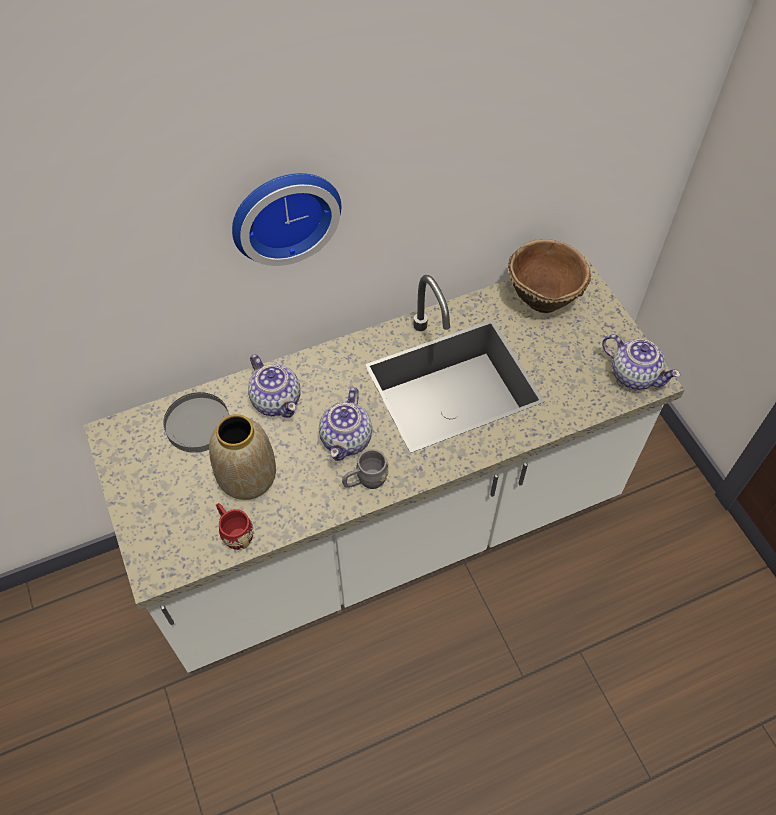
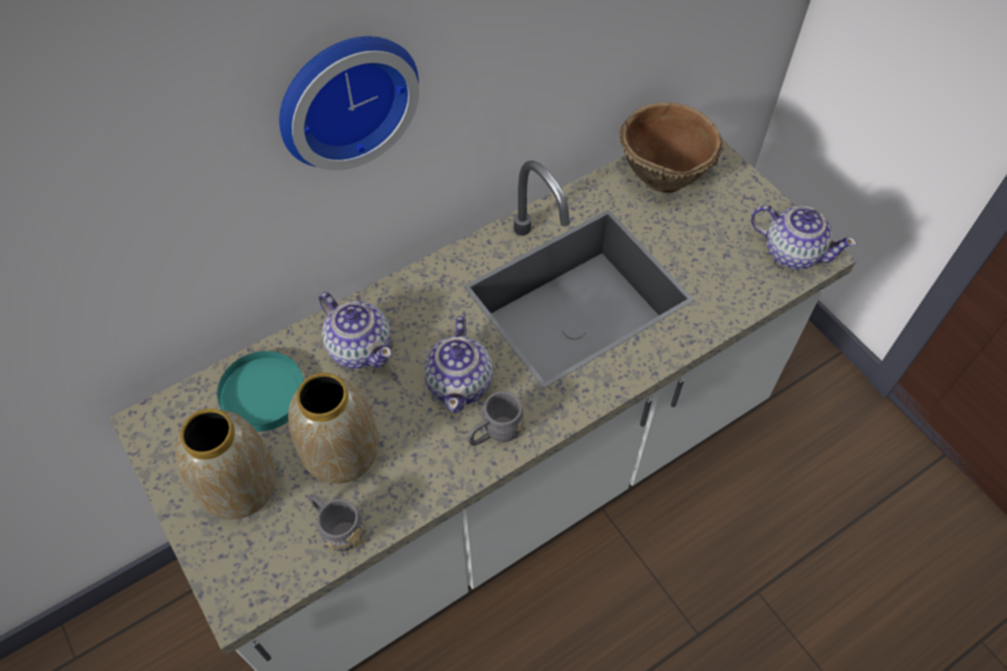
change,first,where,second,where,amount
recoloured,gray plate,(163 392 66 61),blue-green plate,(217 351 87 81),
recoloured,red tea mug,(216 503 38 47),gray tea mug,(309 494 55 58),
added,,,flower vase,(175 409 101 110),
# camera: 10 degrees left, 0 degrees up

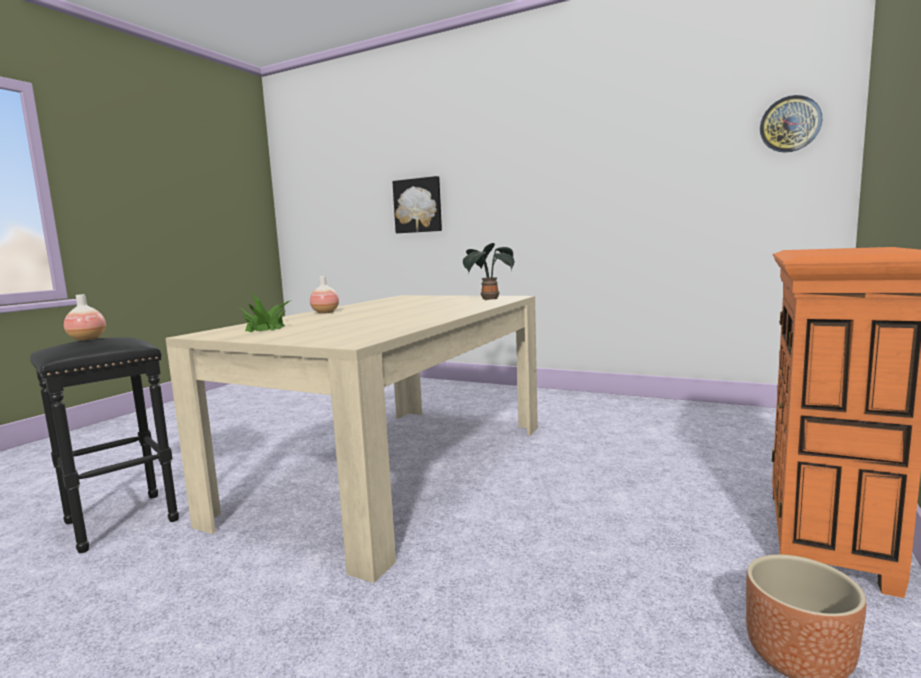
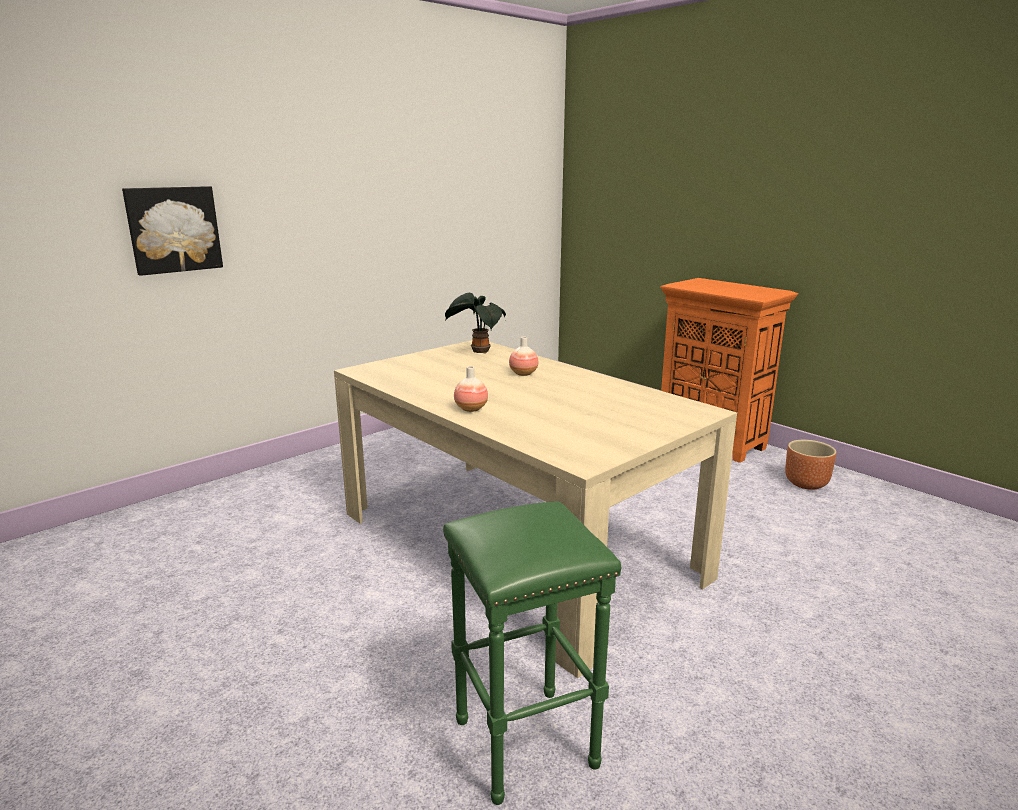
change,first,where,second,where,amount
recoloured,black-coloured stool seat,(30 337 149 216),greenish stool seat,(443 501 178 304),
moved,flower vase,(64 294 42 47),,(509 337 29 39),
removed,houseplant,(239 293 51 39),,,
removed,hanging clock,(760 95 62 57),,,
# camera: 70 degrees left, 10 degrees up

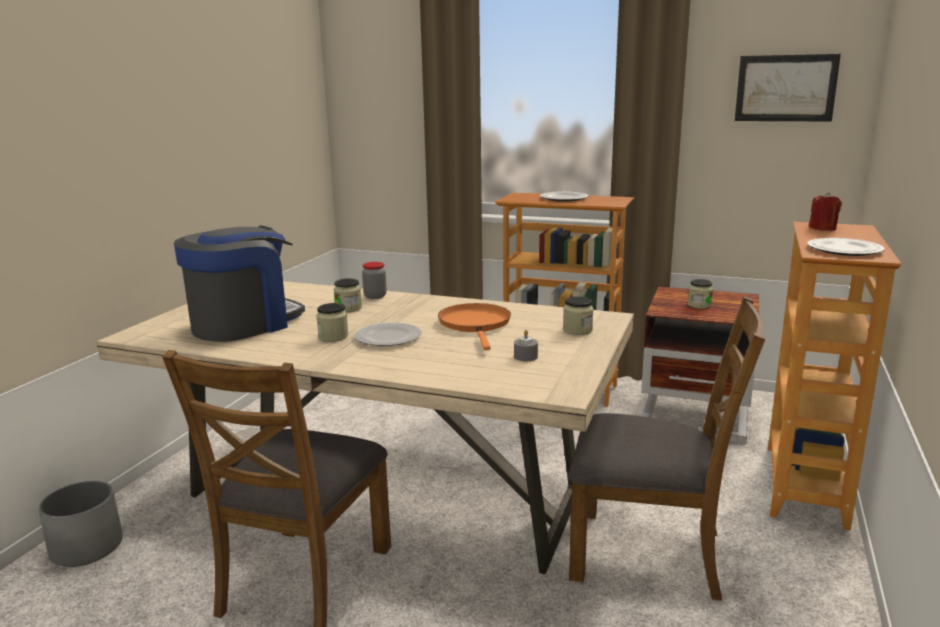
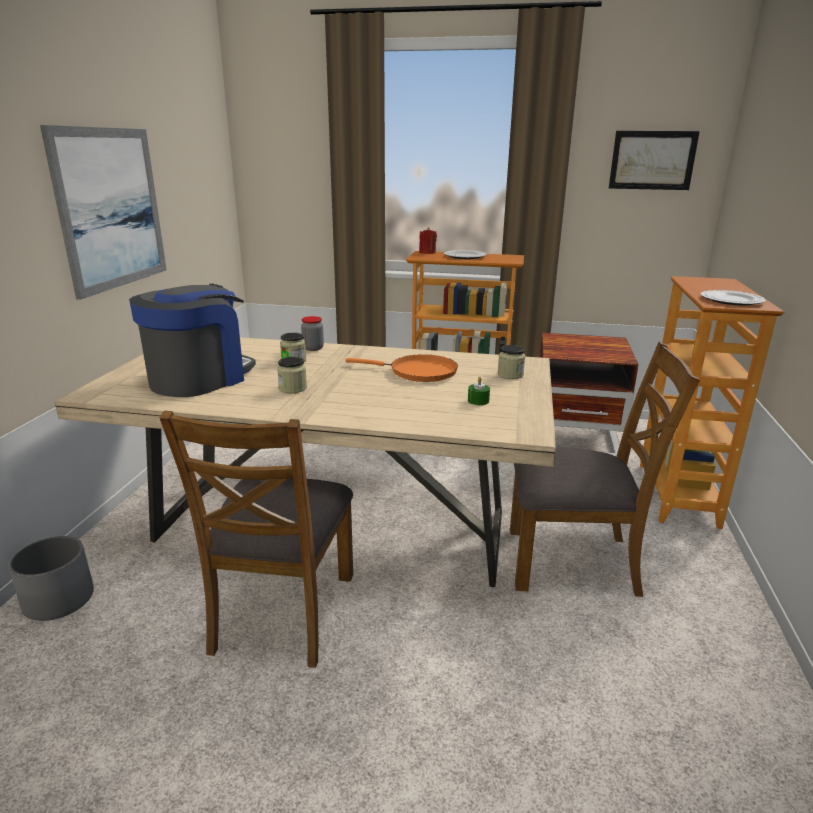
change,first,where,second,where,amount
removed,plate,(355 322 67 24),,,
turned,orange-coloured pan,(438 303 73 47),,(346 354 112 28),120 degrees clockwise
recoloured,gray wax candle,(514 330 24 31),greenish wax candle,(468 377 22 28),
removed,storage jar,(688 279 25 30),,,
moved,red wax candle,(809 192 33 39),,(419 227 18 27),
added,,,picture,(40 125 127 175),
# camera: 10 degrees left, 5 degrees up

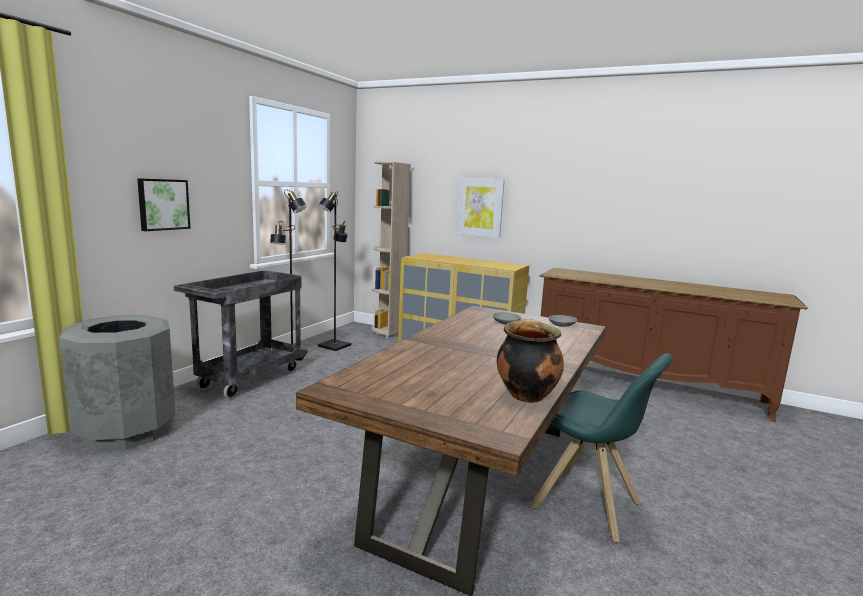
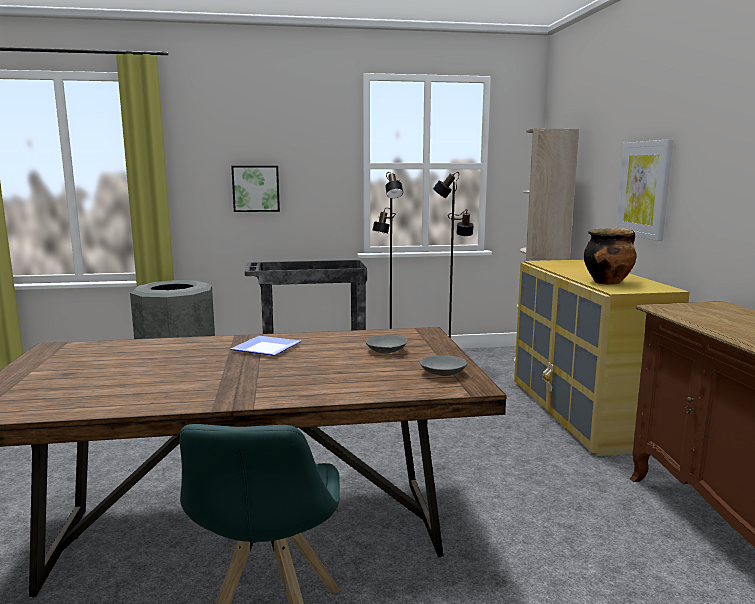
change,first,where,second,where,amount
moved,cooking pot,(497 318 67 85),,(584 228 52 57),
added,,,plate,(231 336 70 20),
# camera: 55 degrees right, 0 degrees up

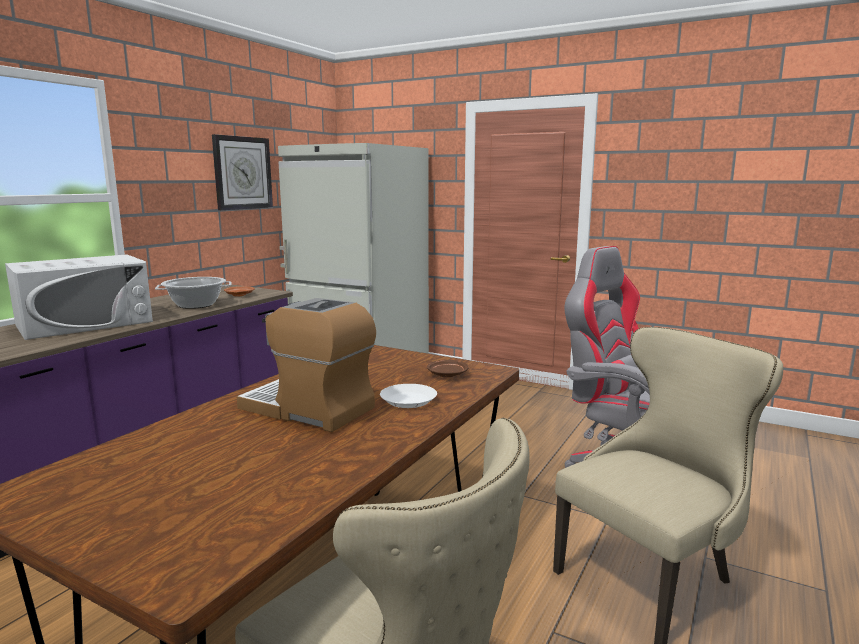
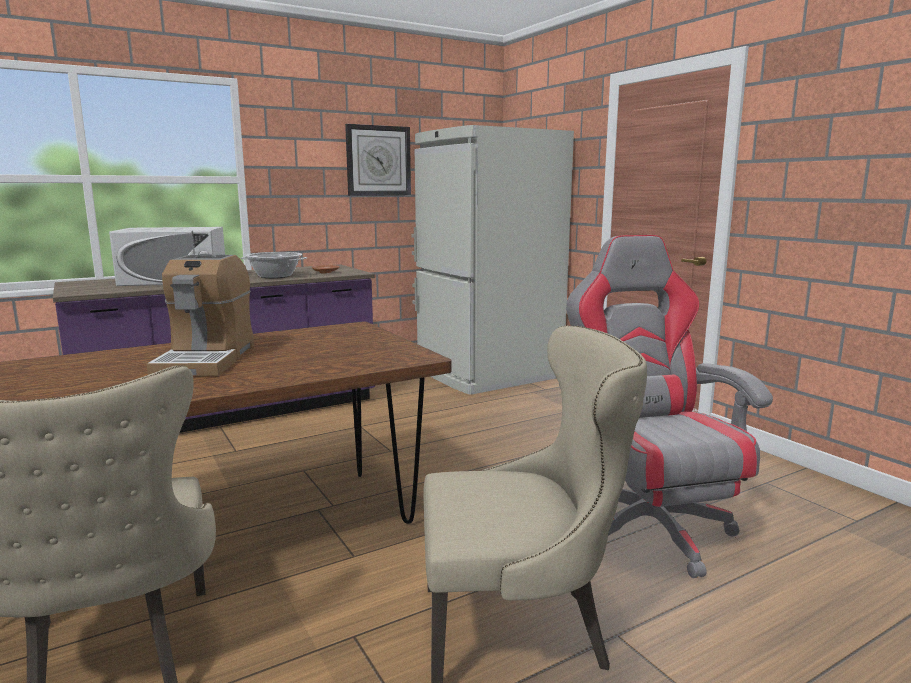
change,first,where,second,where,amount
turned,coffee brewer,(237 298 139 134),,(146 254 108 122),150 degrees counterclockwise
removed,white plate,(380 384 57 24),,,
removed,brown-coloured plate,(427 360 42 17),,,
# camera: 30 degrees right, 0 degrees up

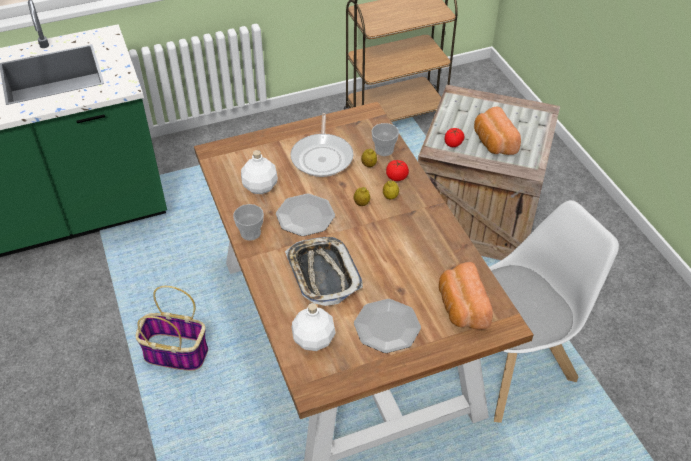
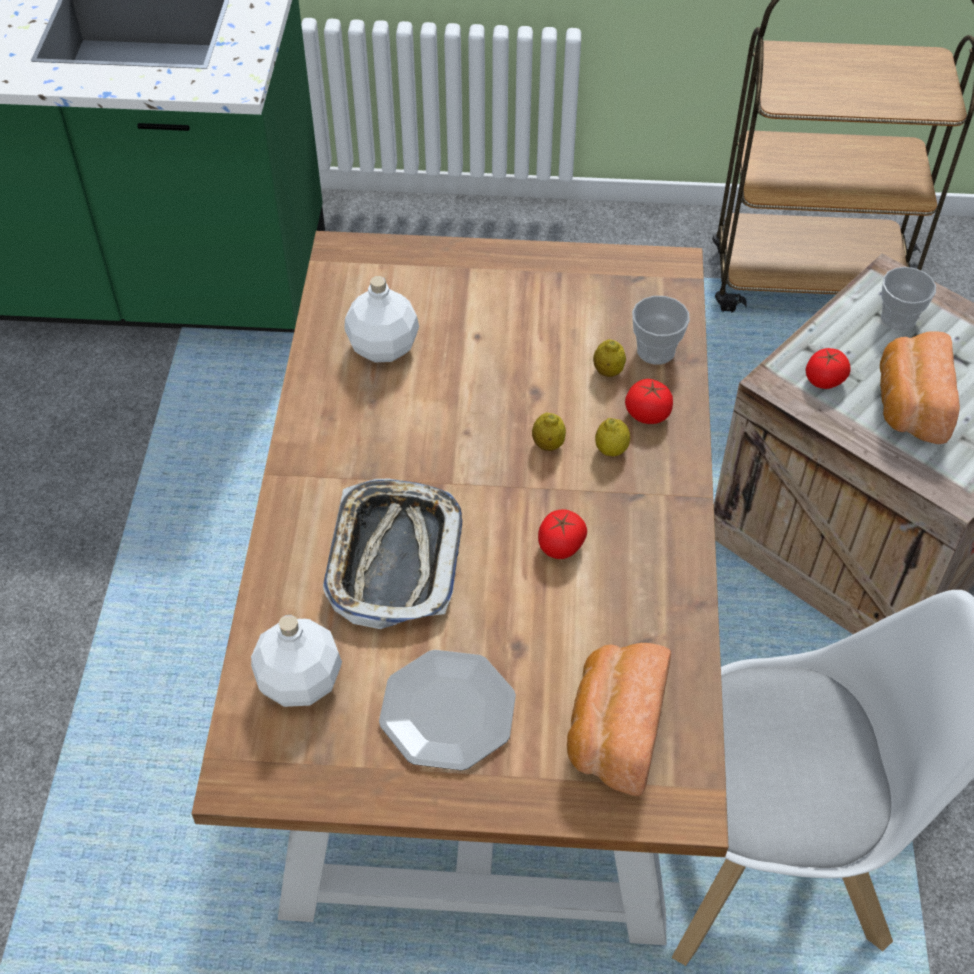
change,first,where,second,where,amount
removed,household basket,(136 286 72 85),,,
moved,small cup,(233 204 31 37),,(881 267 55 64),
removed,plate,(276 194 59 42),,,
removed,pan,(290 113 64 64),,,
added,,,tomato,(538 509 49 50),
# camera: 25 degrees right, 5 degrees up

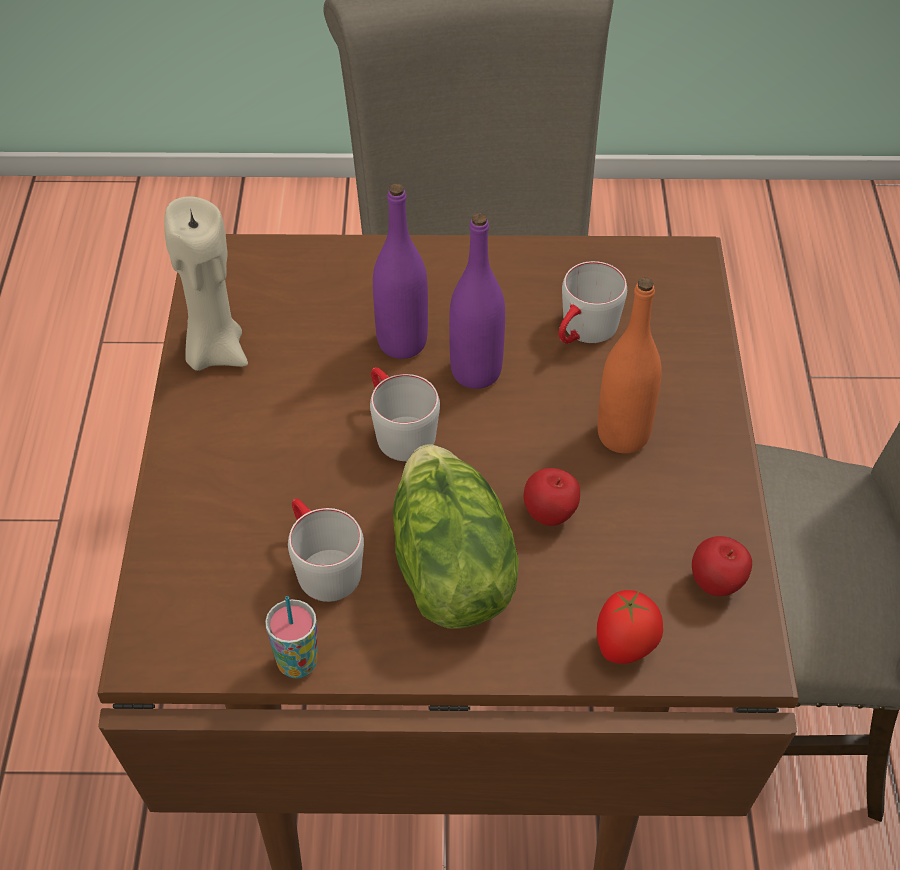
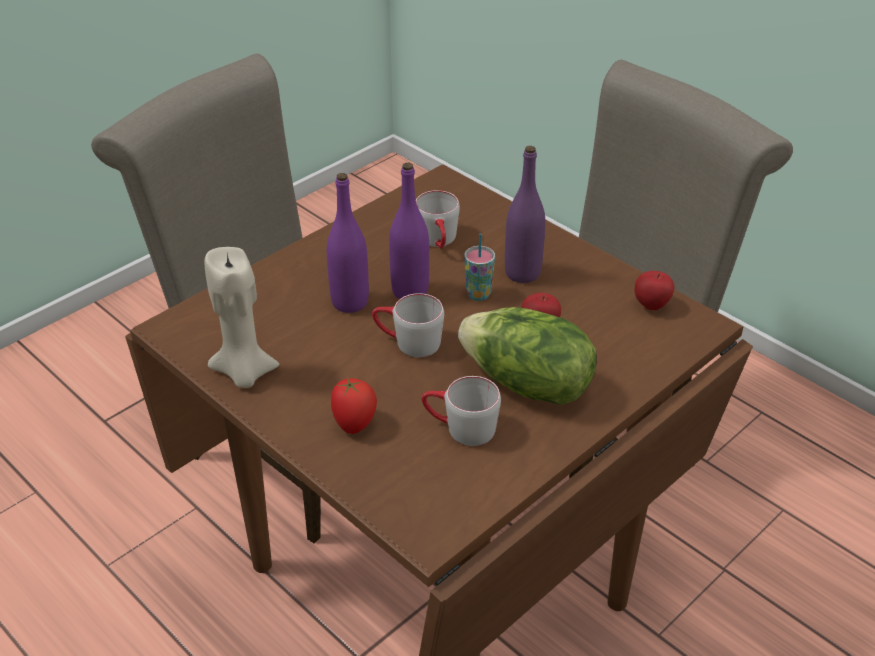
change,first,where,second,where,amount
moved,small cup,(265 596 53 83),,(464 234 31 67),
recoloured,orange-coloured beverage bottle,(597 277 65 177),purple beverage bottle,(505 146 40 137),
moved,tomato,(597 590 66 74),,(331 377 46 57),
# camera: 45 degrees left, 10 degrees down

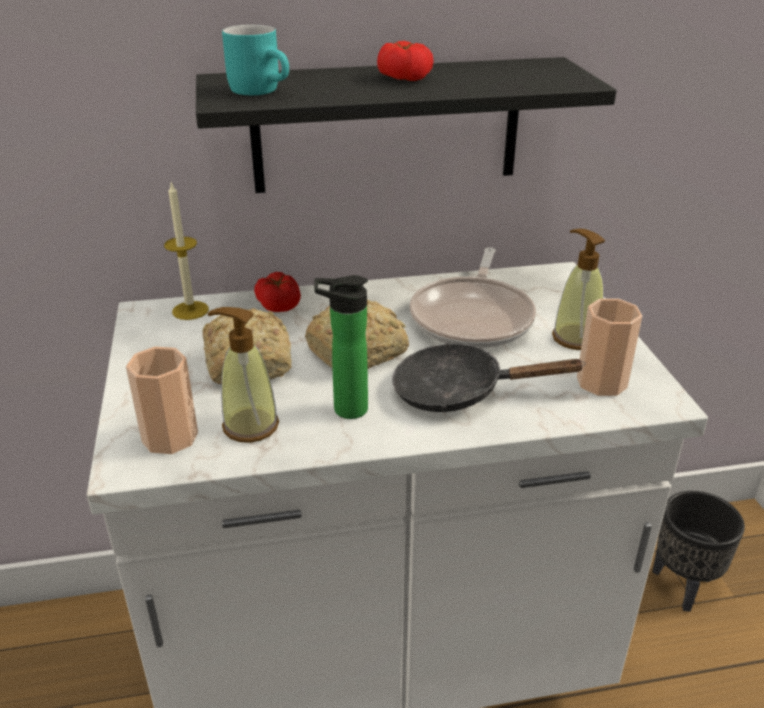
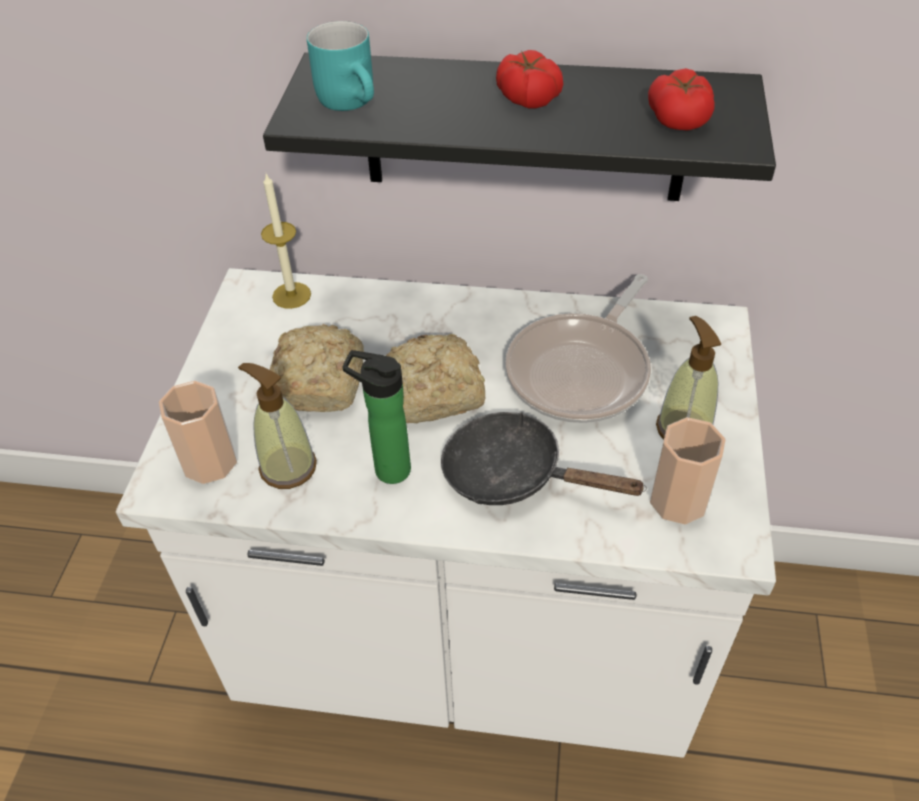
change,first,where,second,where,amount
moved,tomato,(254 272 47 40),,(648 68 67 63),
removed,black-coloured planter,(652 491 93 121),,,
# camera: 20 degrees right, 15 degrees up

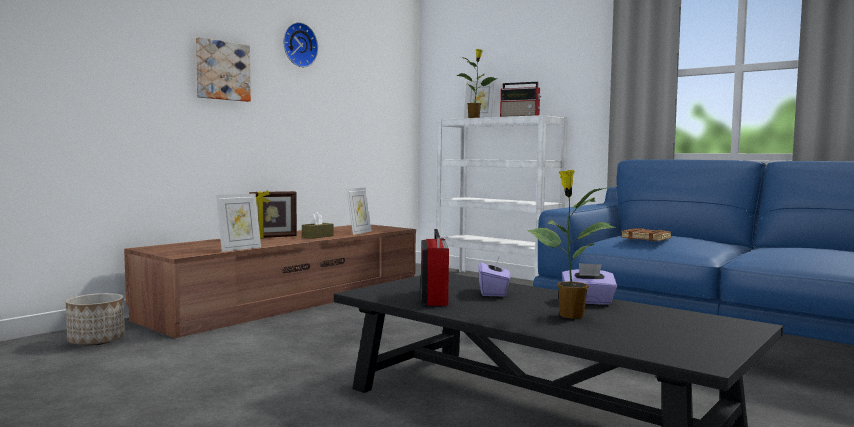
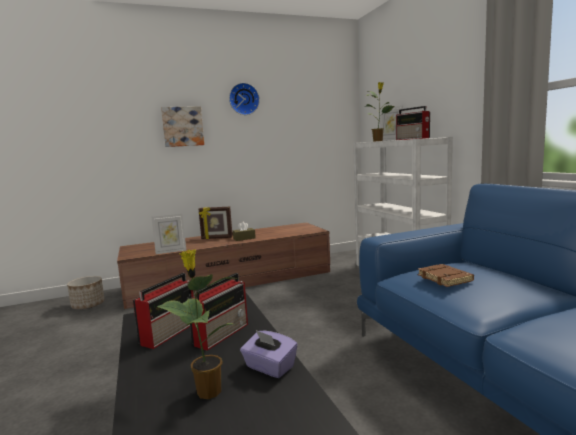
change,first,where,second,where,amount
removed,photo frame,(347 187 25 48),,,
replaced,purple tissue holder,(478 257 33 39),radio,(190 273 58 78),
# camera: 30 degrees right, 5 degrees up

